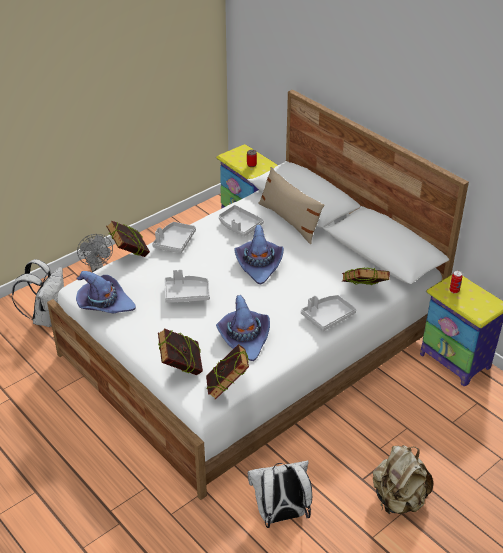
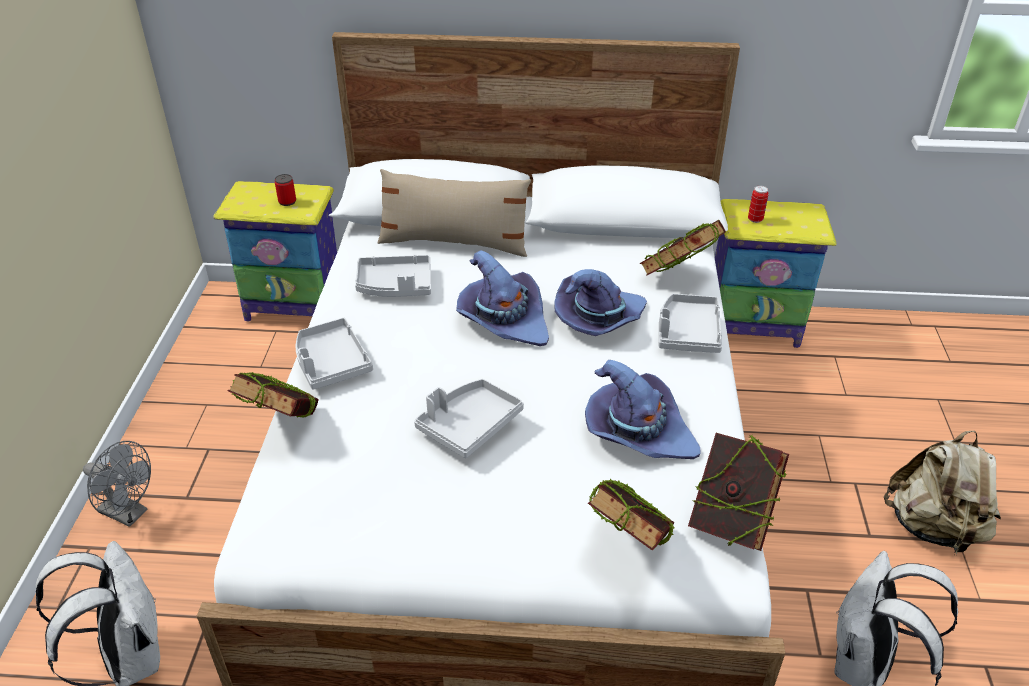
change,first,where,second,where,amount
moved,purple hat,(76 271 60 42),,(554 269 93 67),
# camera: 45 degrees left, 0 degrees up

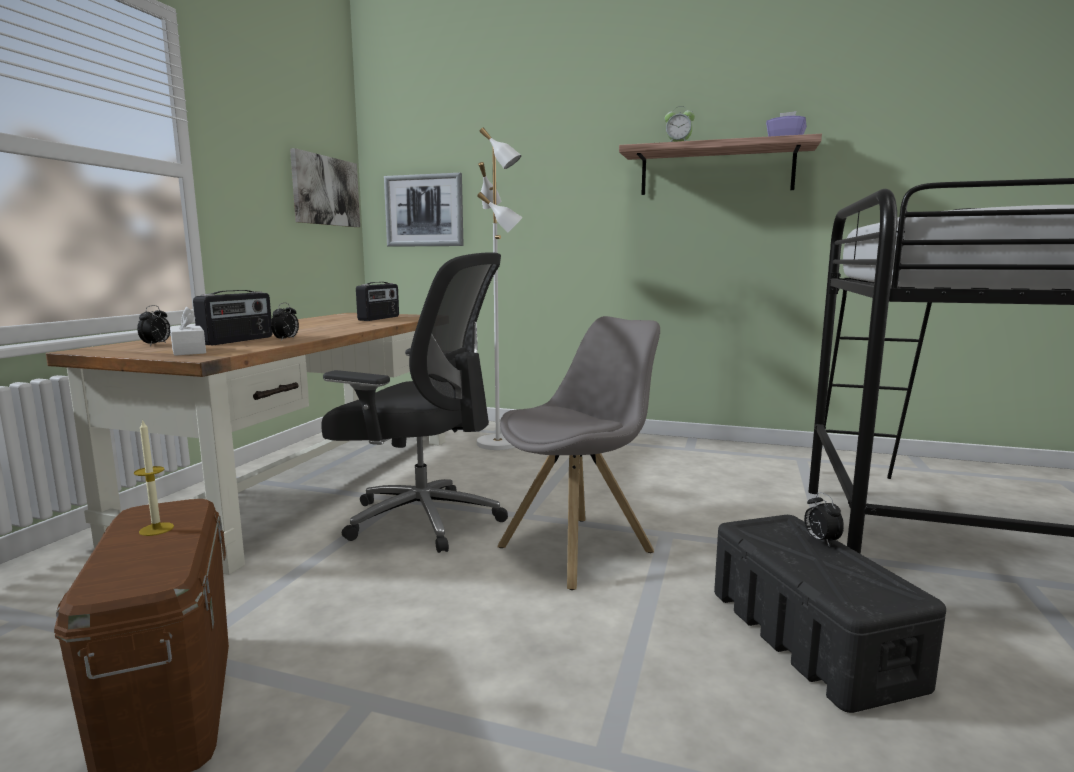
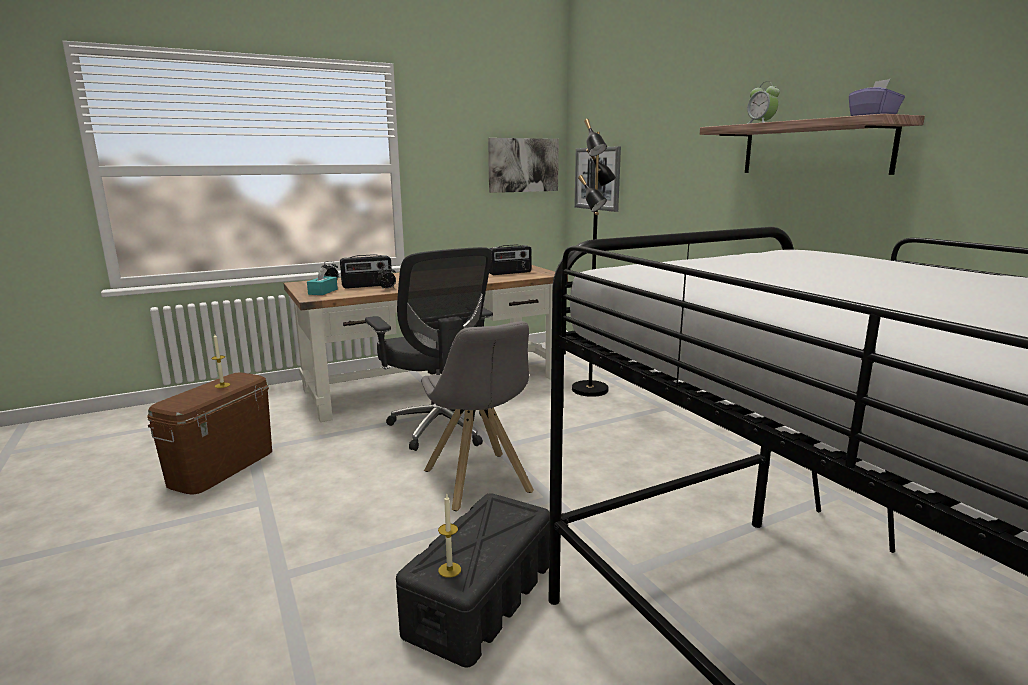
change,first,where,second,where,amount
recoloured,white tissue holder,(170 307 36 49),blue-green tissue holder,(307 267 31 28),
recoloured,white standard lamp,(477 128 46 322),black-coloured standard lamp,(572 119 45 278),
turned,gray chair,(497 316 163 274),,(421 321 113 190),60 degrees clockwise
removed,alarm clock,(804 492 40 55),,,
added,,,wax candle,(438 494 23 84),
# camera: 45 degrees right, 5 degrees up

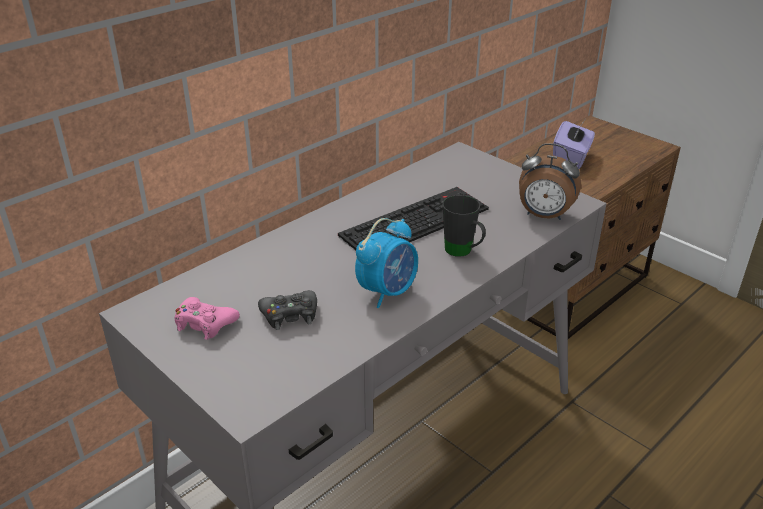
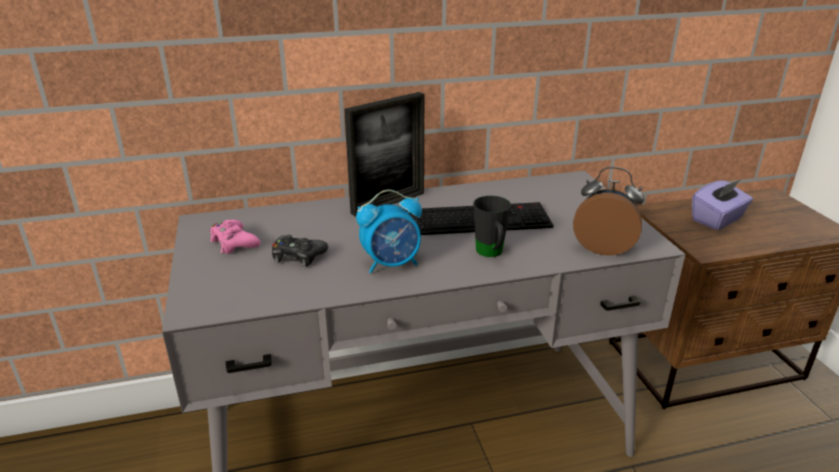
change,first,where,second,where,amount
turned,alarm clock,(519 143 62 77),,(573 167 71 89),150 degrees clockwise
added,,,photo frame,(344 92 80 125),
# camera: 30 degrees right, 5 degrees down

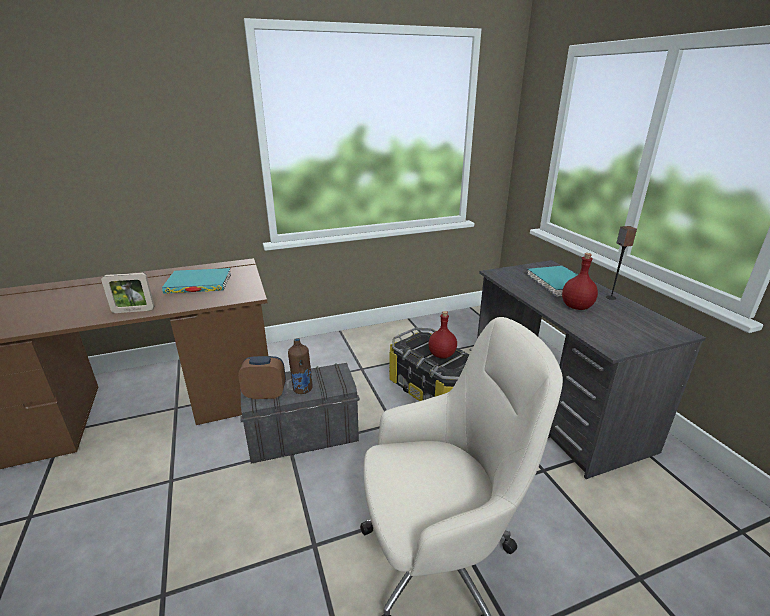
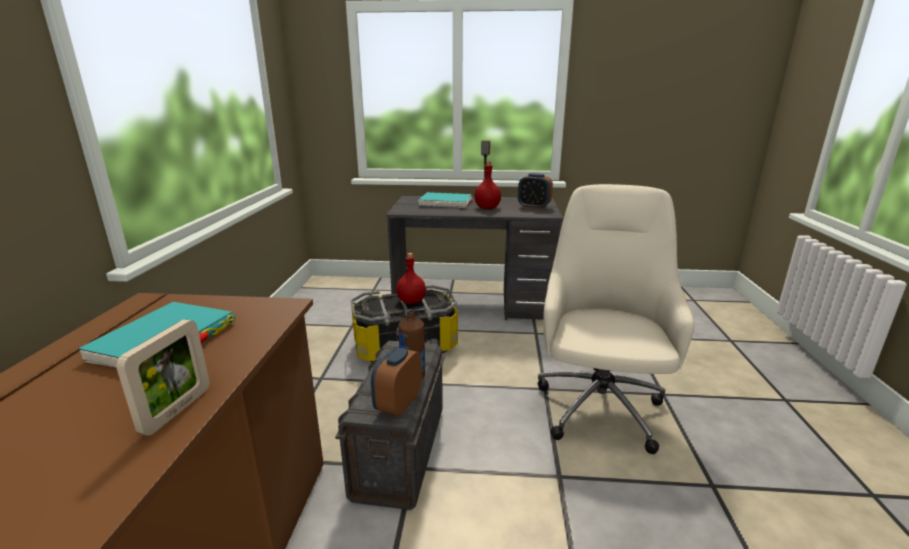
change,first,where,second,where,amount
added,,,alarm clock,(518 173 35 36),
# camera: 65 degrees left, 5 degrees down

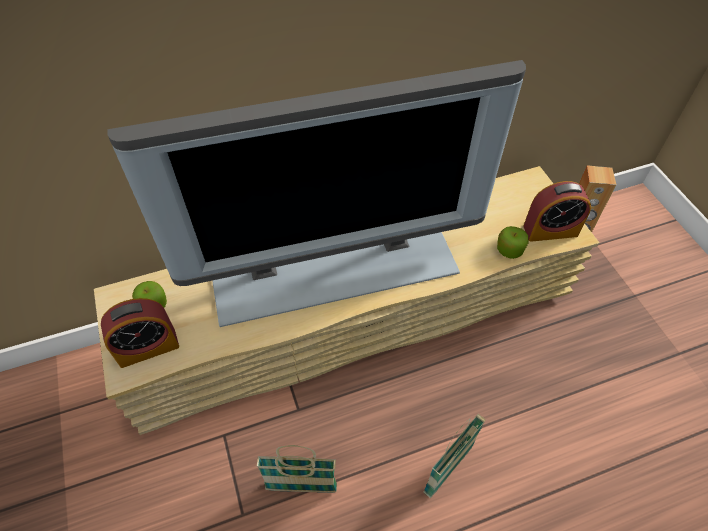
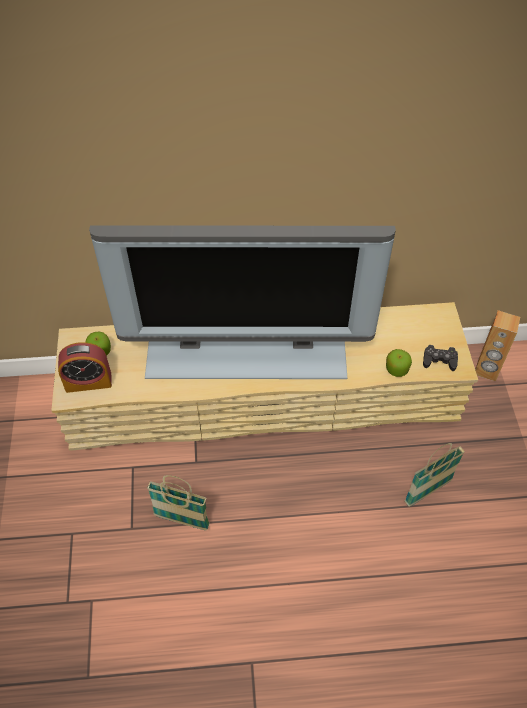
change,first,where,second,where,amount
moved,household basket,(424 414 62 84),,(404 443 61 64),
replaced,alarm clock,(523 181 68 61),black-coloured gamepad,(423 345 35 26),
# camera: 15 degrees right, 0 degrees up

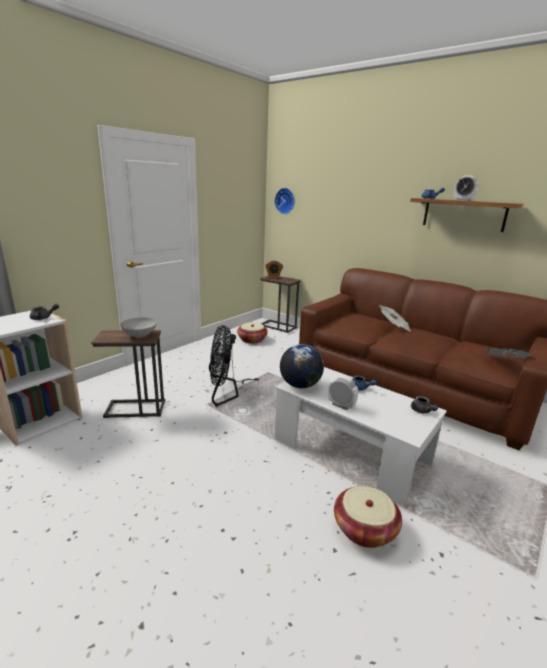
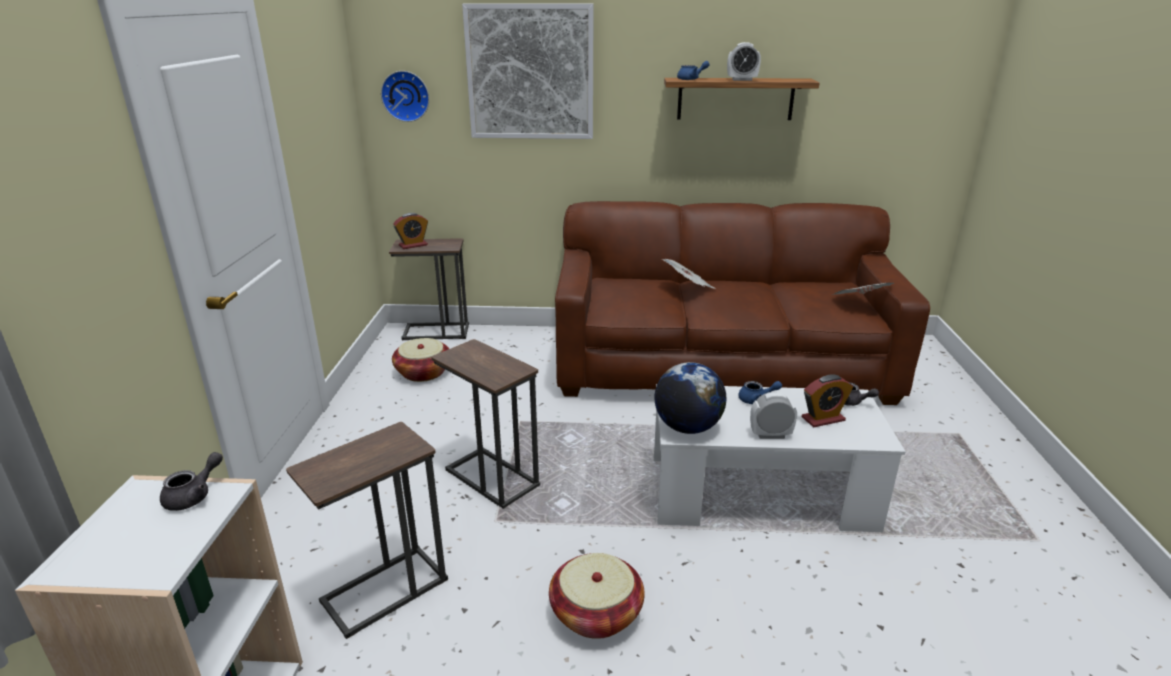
change,first,where,second,where,amount
removed,gray bowl,(120 318 37 20),,,
replaced,black-coloured cooling fan,(209 325 50 82),brown-coloured side table,(431 339 109 170),
moved,household basket,(334 486 68 62),,(549 553 96 86),
added,,,picture,(462 3 132 136),
added,,,alarm clock,(802 374 51 53),
# camera: 35 degrees left, 5 degrees up

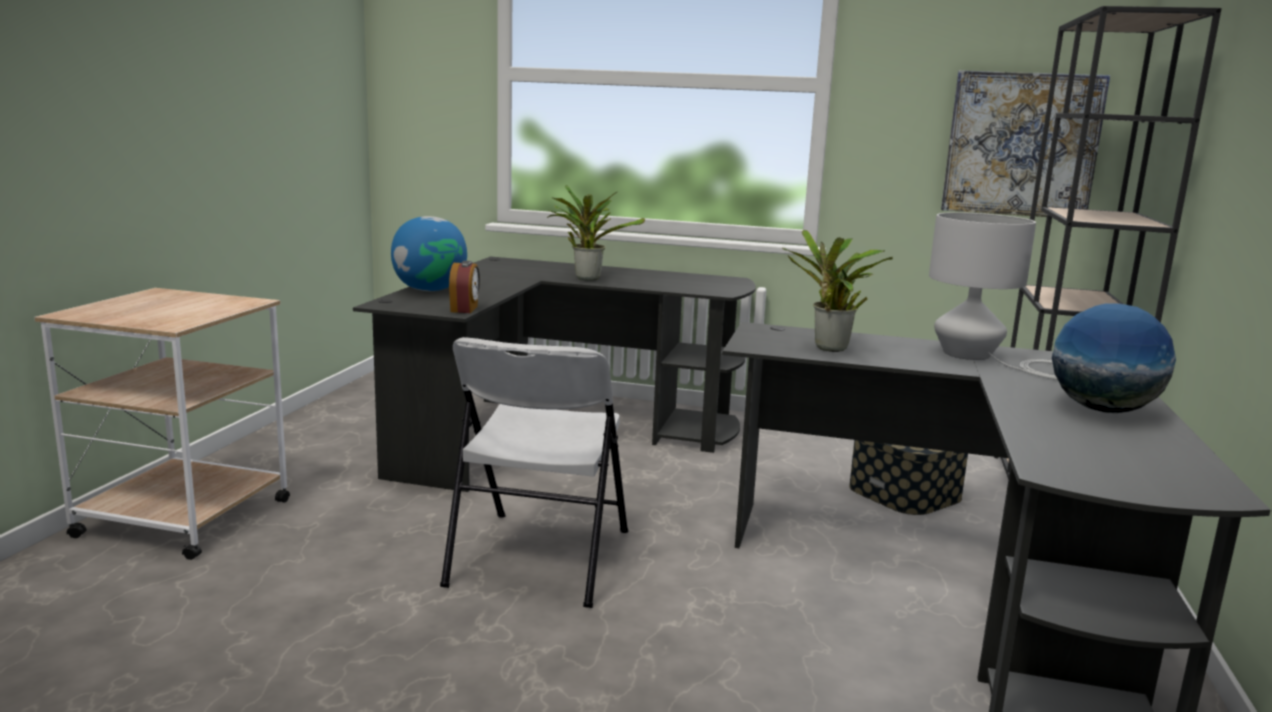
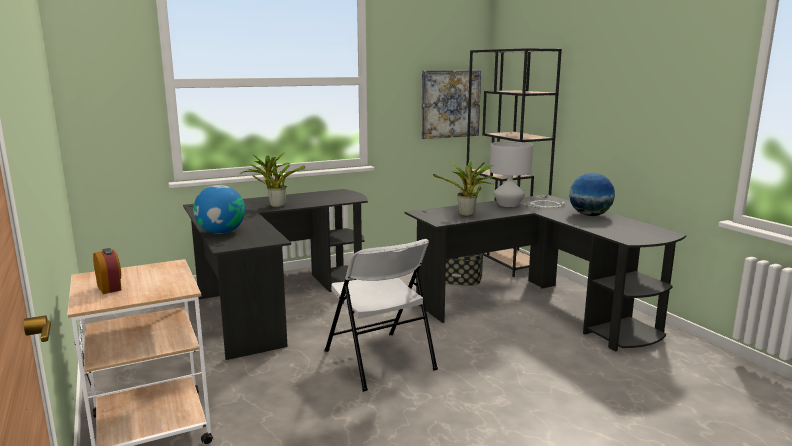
change,first,where,second,where,amount
moved,alarm clock,(449 261 31 52),,(93 248 28 46),
# camera: 40 degrees left, 0 degrees up

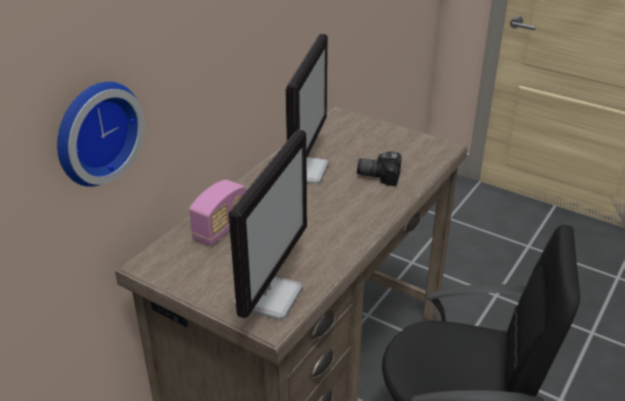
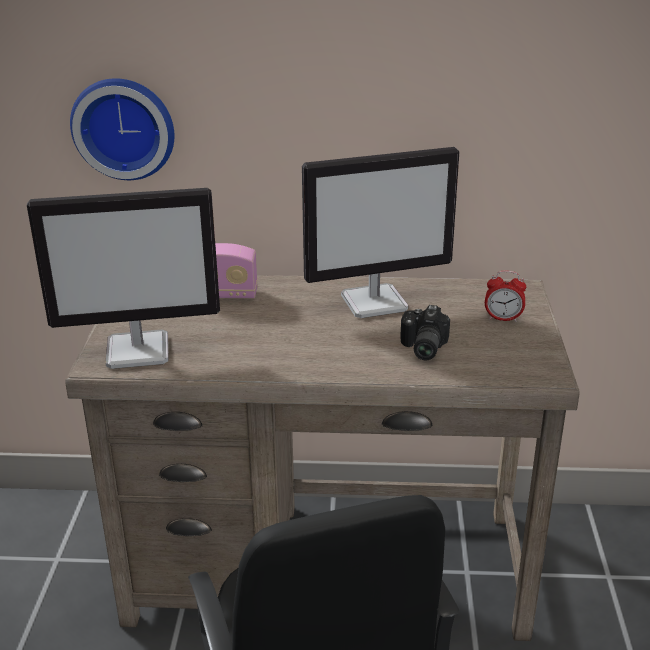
change,first,where,second,where,amount
turned,still camera,(357 152 45 34),,(400 305 50 55),150 degrees counterclockwise
added,,,alarm clock,(485 270 41 52),
# camera: 60 degrees right, 5 degrees down

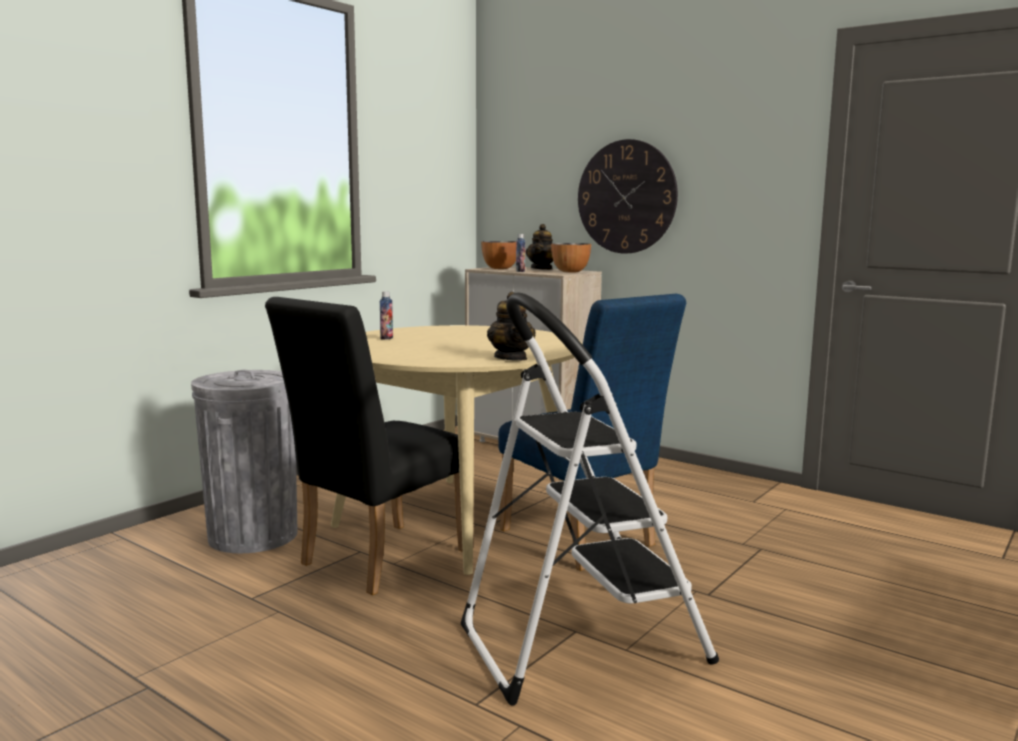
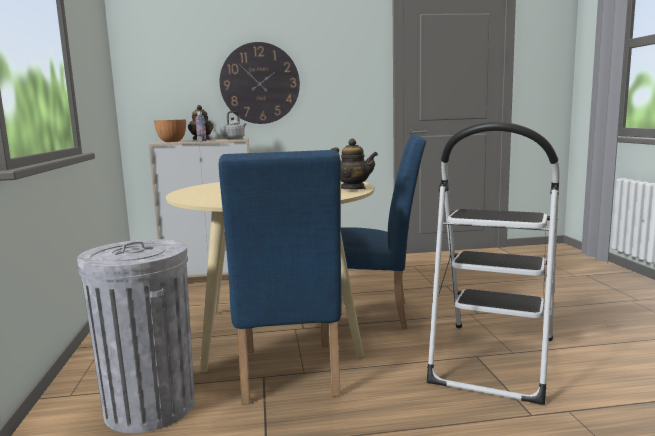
change,first,where,second,where,amount
recoloured,black-coloured chair,(265 297 198 298),bluish chair,(219 150 122 255),
removed,beverage bottle,(380 291 13 49),,,
replaced,bowl,(551 243 40 30),gray water kettle,(222 111 24 29),
# camera: 45 degrees left, 0 degrees up

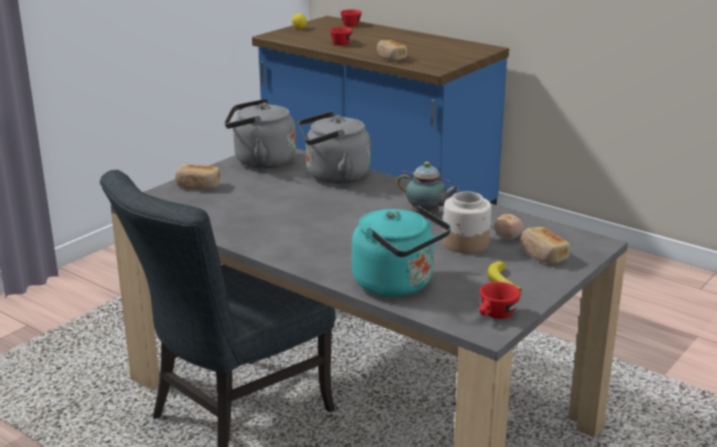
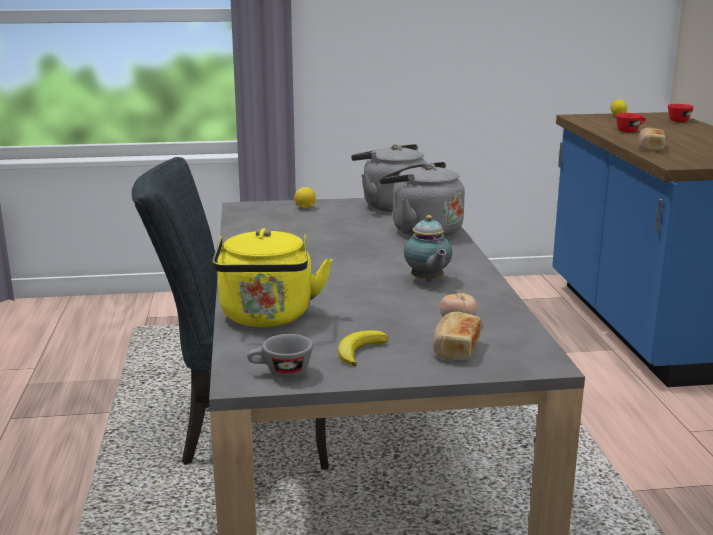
change,first,where,second,where,amount
replaced,bread,(175 164 45 25),lemon,(294 187 22 21),
recoloured,blue-green water kettle,(352 206 99 91),yellow water kettle,(212 228 120 99),
removed,storage jar,(443 191 48 63),,,
recoloured,red small cup,(479 282 41 37),gray small cup,(247 334 66 45),
# camera: 45 degrees right, 5 degrees down

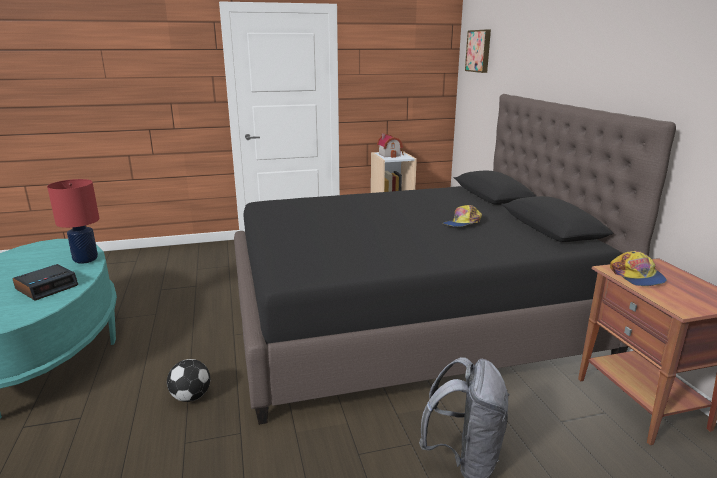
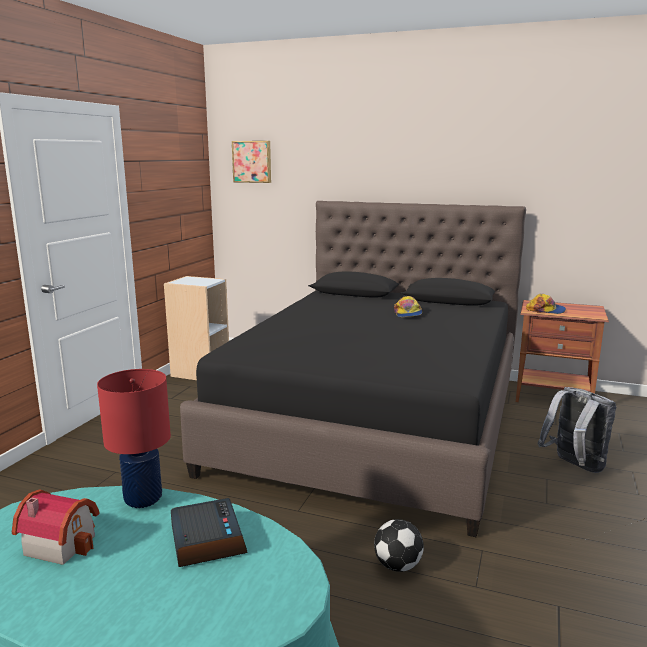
change,first,where,second,where,amount
moved,toy house,(377 134 27 24),,(12 489 88 76),
# camera: 55 degrees left, 5 degrees down

